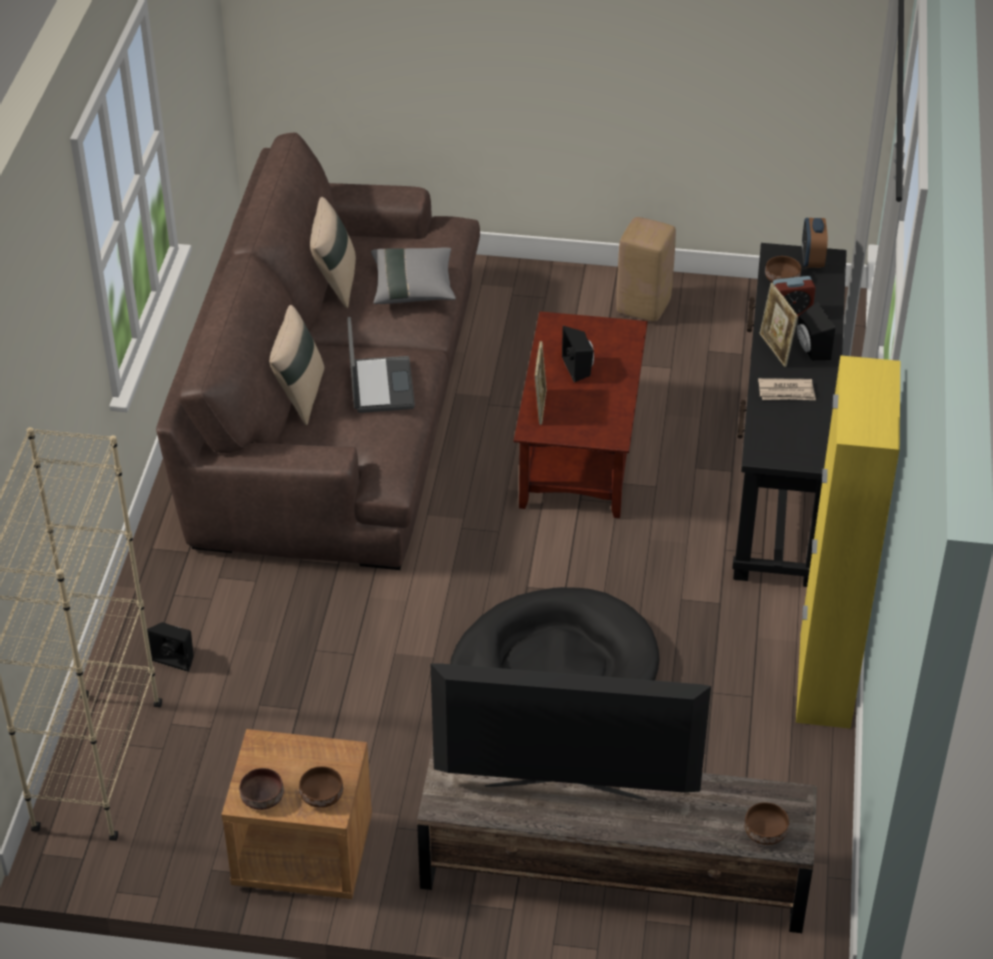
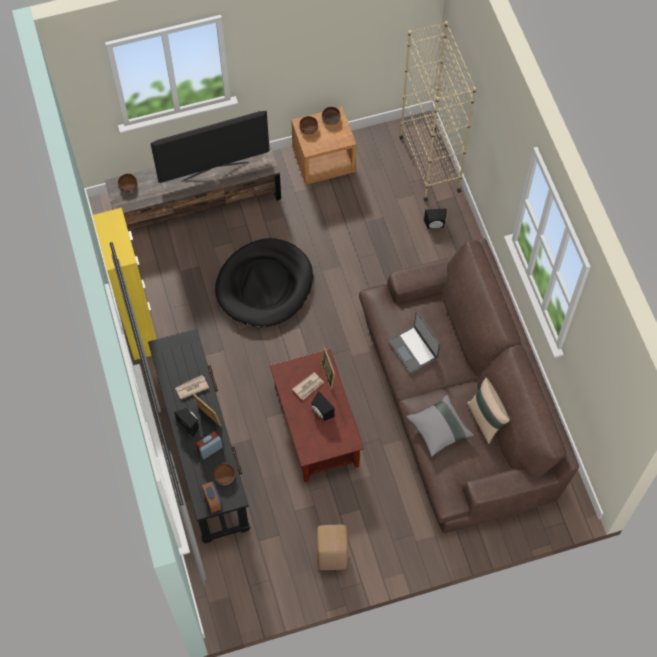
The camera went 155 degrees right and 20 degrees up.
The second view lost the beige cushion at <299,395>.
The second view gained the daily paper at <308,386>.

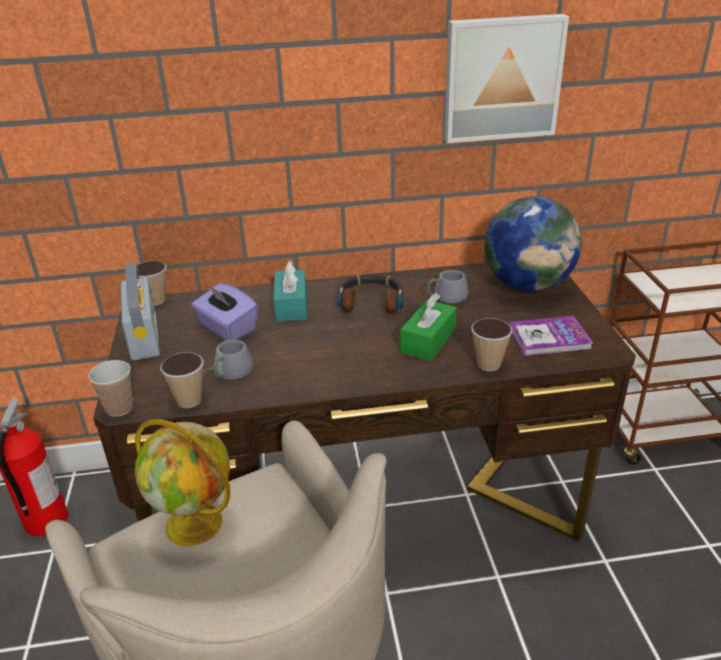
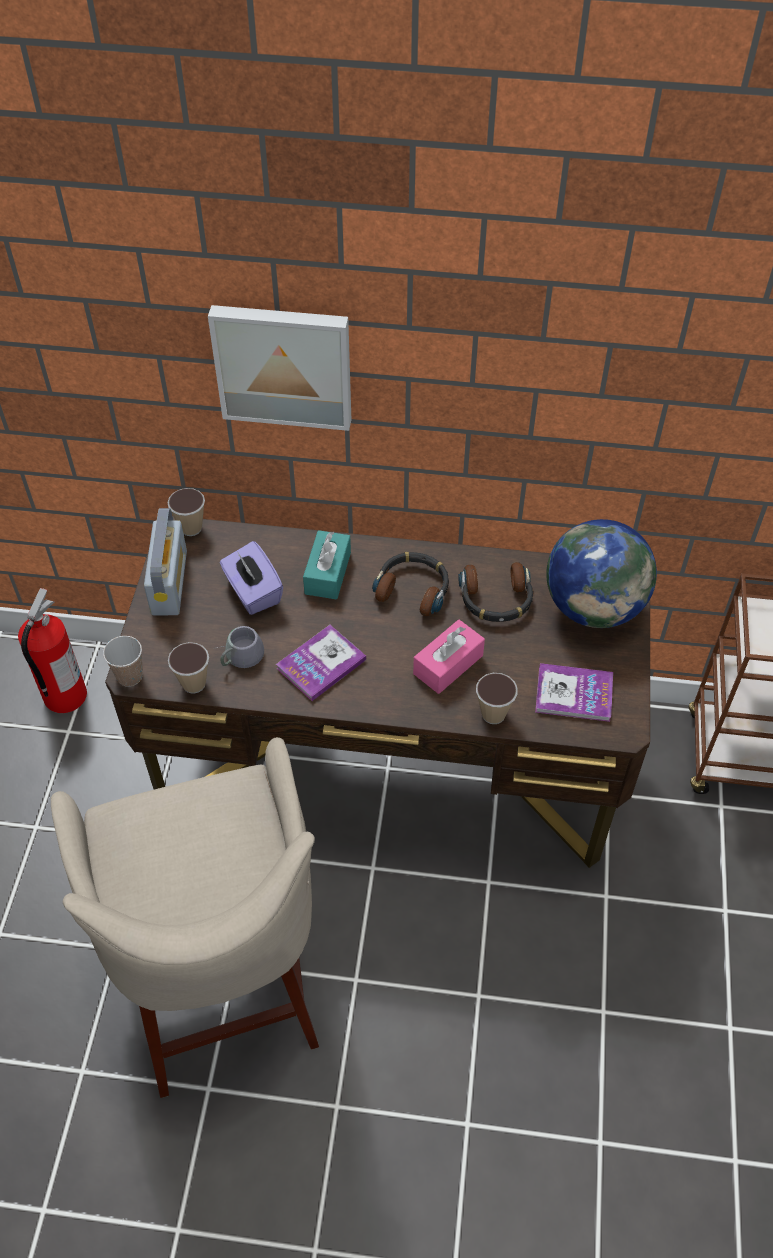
The camera went 15 degrees right and 20 degrees up.
The picture ended up elsewhere, having gone from <501,78> to <284,364>.
Where the greyish mug stood at <445,295>, the headphones came to stand at <496,599>.
What was the greenish tissue holder at <428,341> turned into the pink tissue holder at <448,664>.
The second view lost the world globe at <196,524>.
The second view gained the bound book at <321,664>.

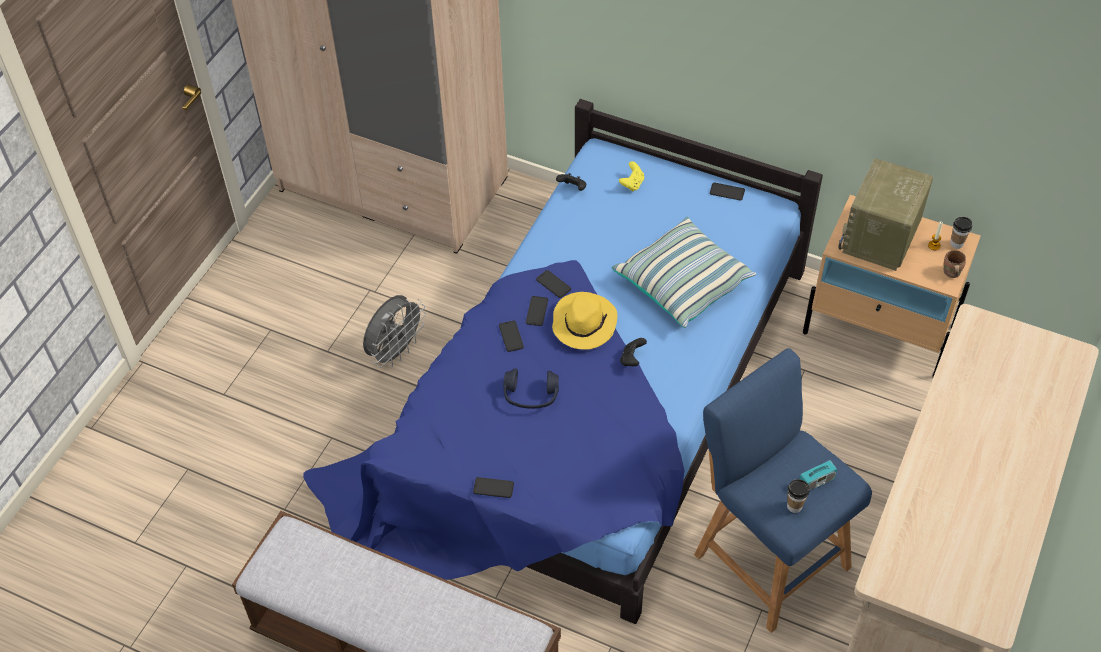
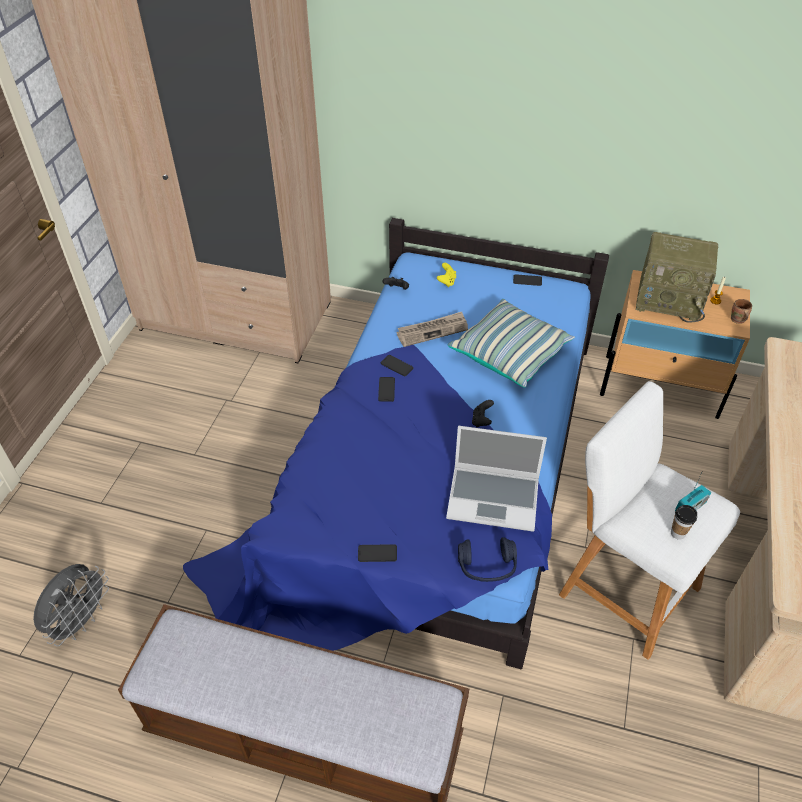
The camera went 10 degrees left and 5 degrees down.
The radio set at <880,239> ended up facing another way, 90 degrees counterclockwise from before.
The second view lost the cup at <956,243>.
The second view lost the yellow hat at <584,323>.
The greyish fan ended up elsewhere, having gone from <395,351> to <81,621>.
The second view lost the phone at <511,336>.
What was the blue stool at <766,555> turned into the whitish stool at <623,587>.
The blue headphones ended up elsewhere, having gone from <531,395> to <487,566>.
The second view gained the daily paper at <432,330>.
The second view gained the laptop at <494,498>.

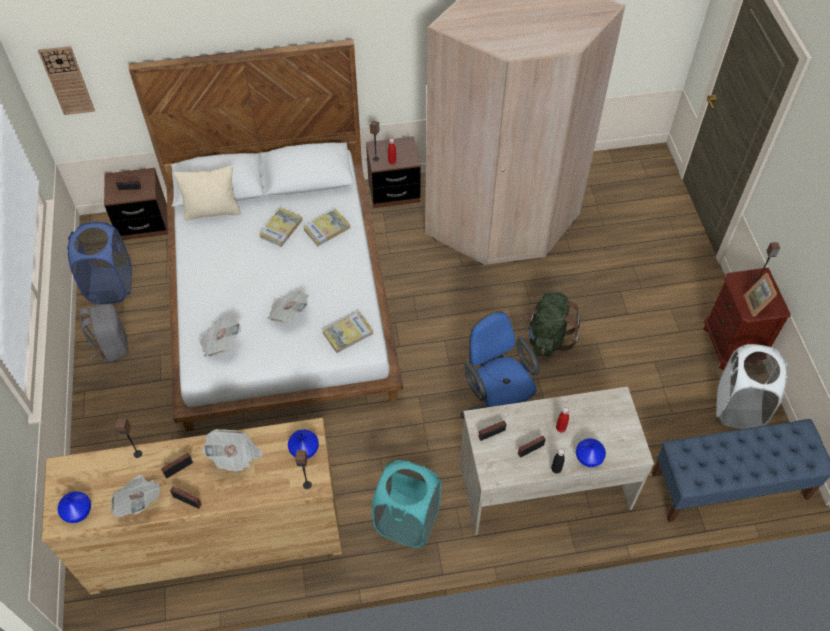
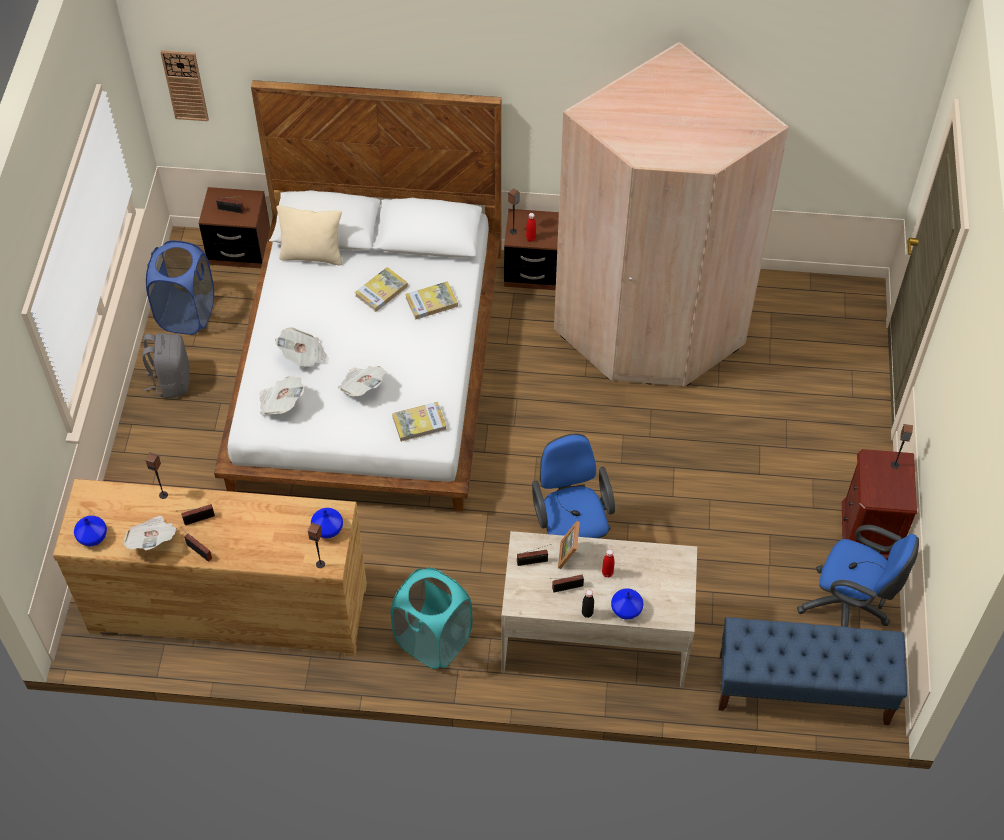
The camera went 15 degrees right and 0 degrees up.
The photo frame ended up elsewhere, having gone from <758,304> to <572,556>.
The second view lost the greenish knapsack at <547,337>.
Where the whitish laundry basket stood at <739,407>, the blue desk chair came to stand at <848,608>.
The daily paper ended up elsewhere, having gone from <235,456> to <304,356>.

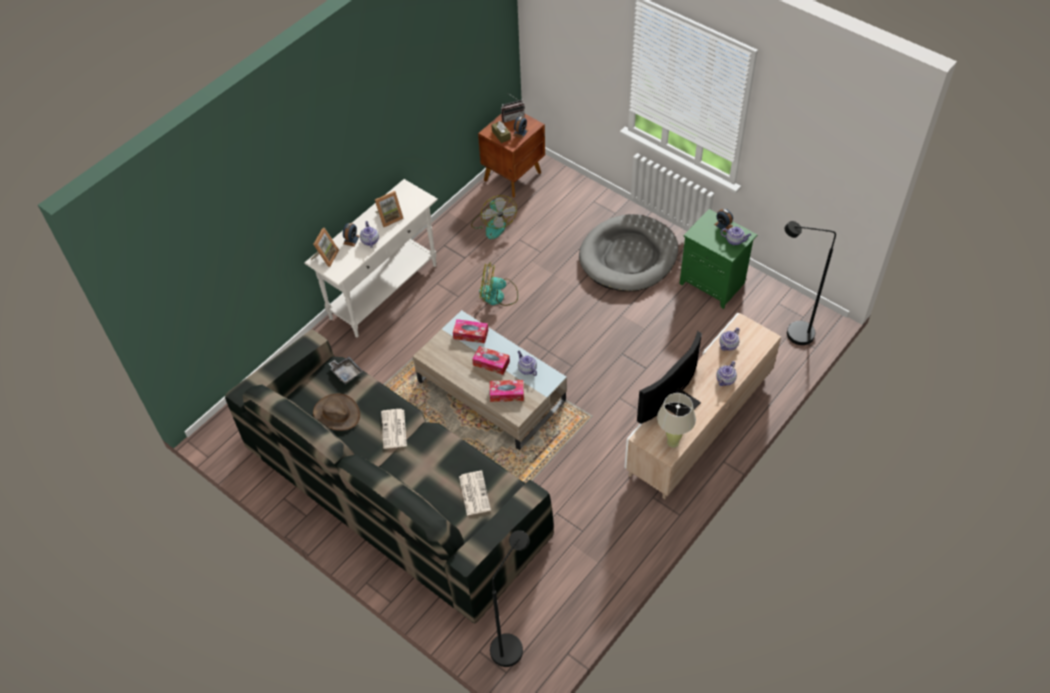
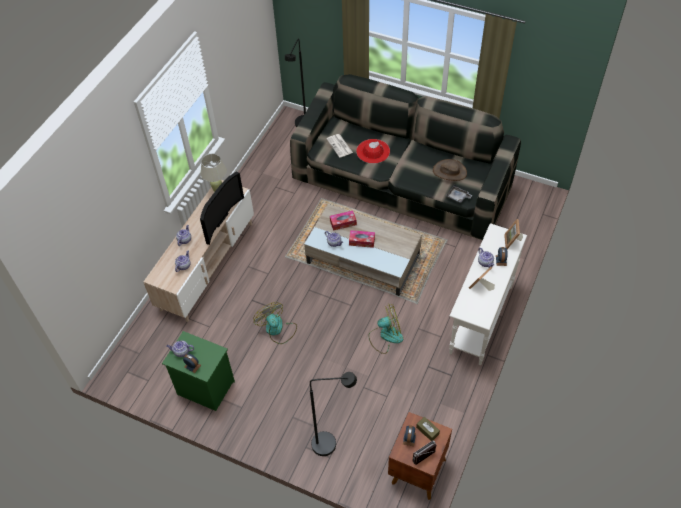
The camera went 165 degrees right and 0 degrees up.
The fan ended up elsewhere, having gone from <493,224> to <277,329>.
The second view lost the greyish pet bed at <628,256>.
The blackish standard lamp ended up elsewhere, having gone from <792,333> to <331,444>.
The second view lost the tissue holder at <471,334>.
The second view lost the daily paper at <394,429>.
The second view gained the red-coloured hat at <373,151>.

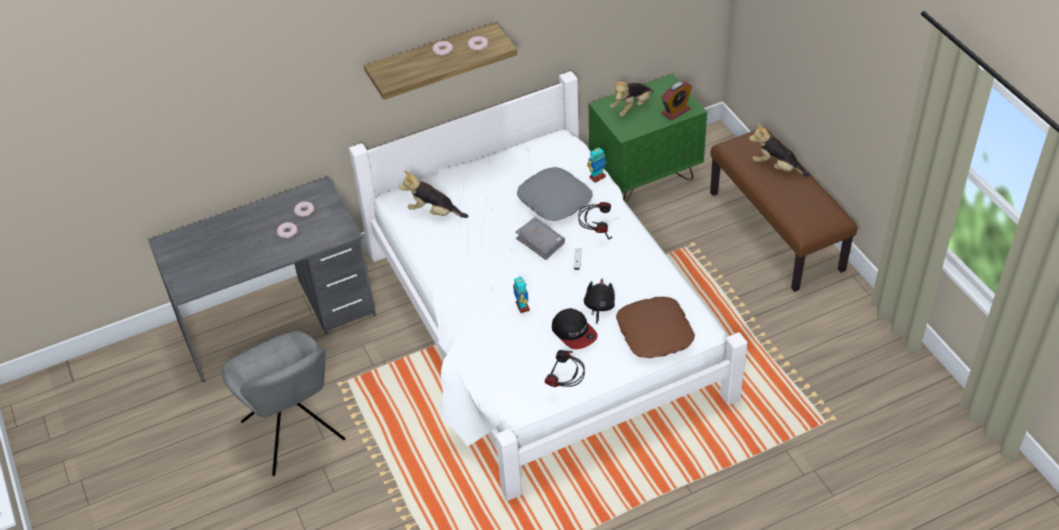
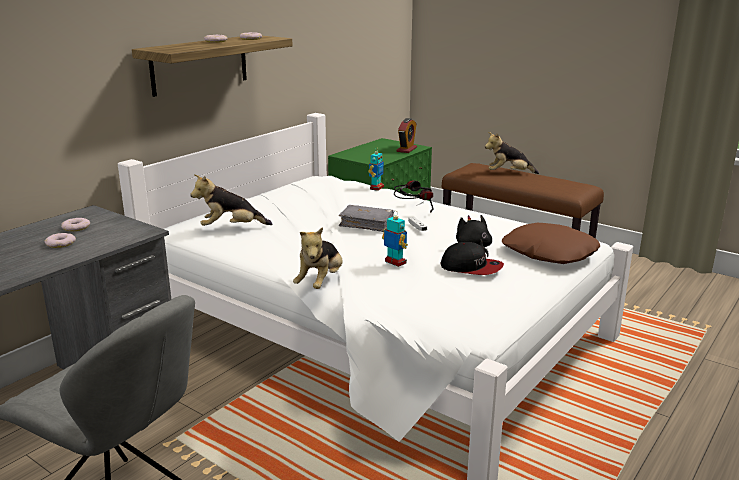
The camera went 30 degrees left and 25 degrees down.
The cuddly toy ended up elsewhere, having gone from <631,107> to <320,282>.
The second view lost the greyish cushion at <555,200>.
The second view lost the headphones at <565,384>.

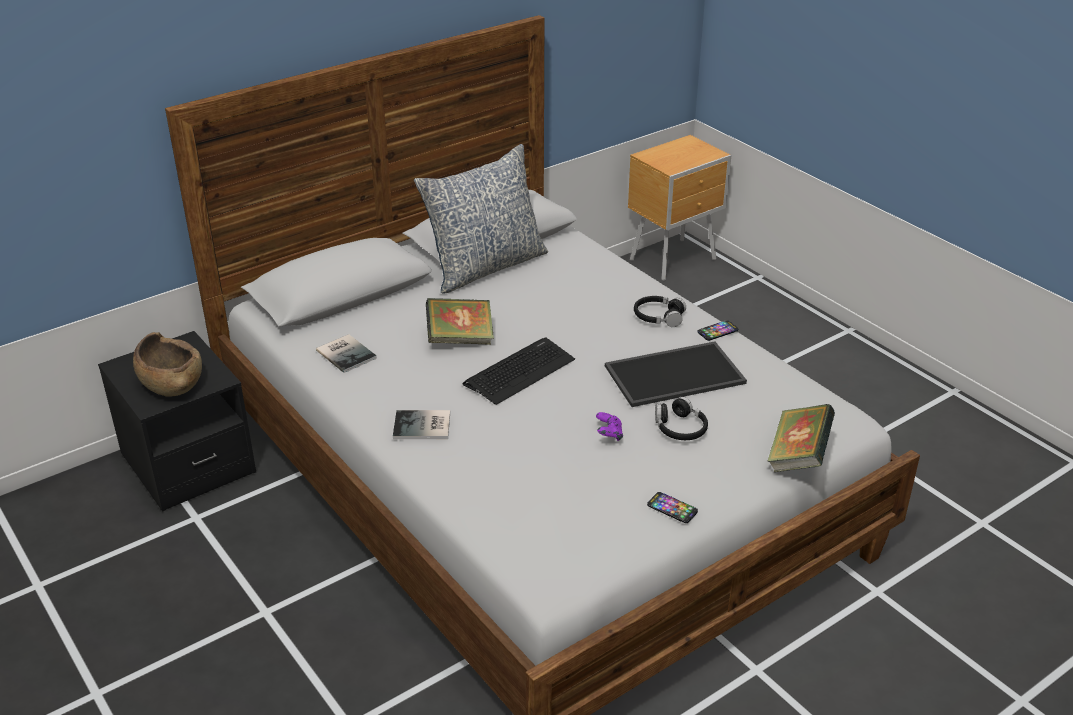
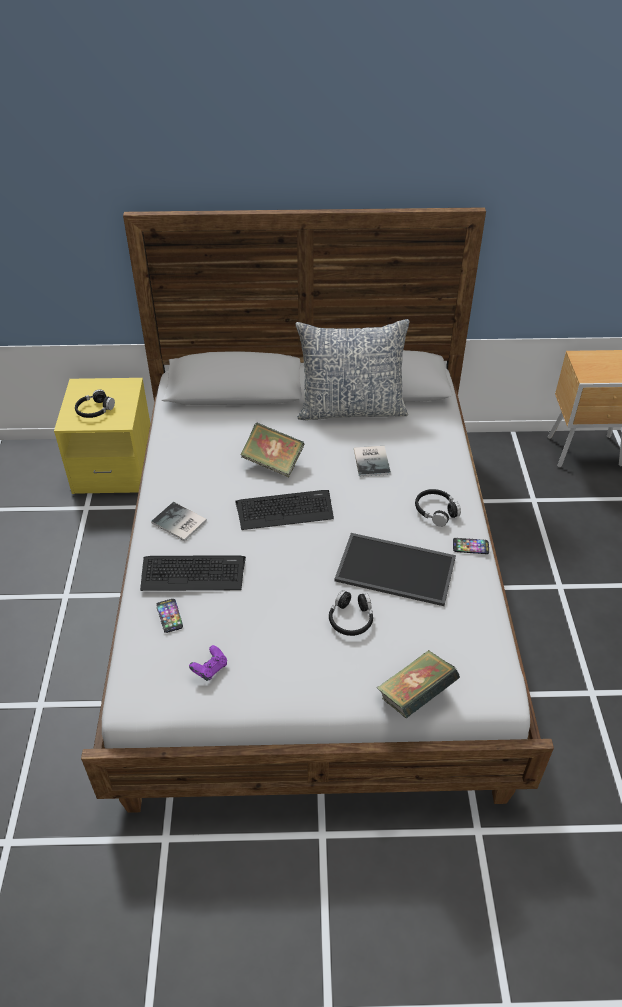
The camera went 35 degrees right and 10 degrees up.
What was the blackish bedside table at <188,464> turned into the yellow bedside table at <114,467>.
Where the brown-coloured deep dish stood at <171,381>, the blackish headphones came to stand at <95,410>.
The bound book ended up elsewhere, having gone from <347,353> to <373,461>.
The purple joypad ended up elsewhere, having gone from <609,435> to <210,669>.
The phone ended up elsewhere, having gone from <672,508> to <169,616>.
The second view gained the keyboard at <193,573>.

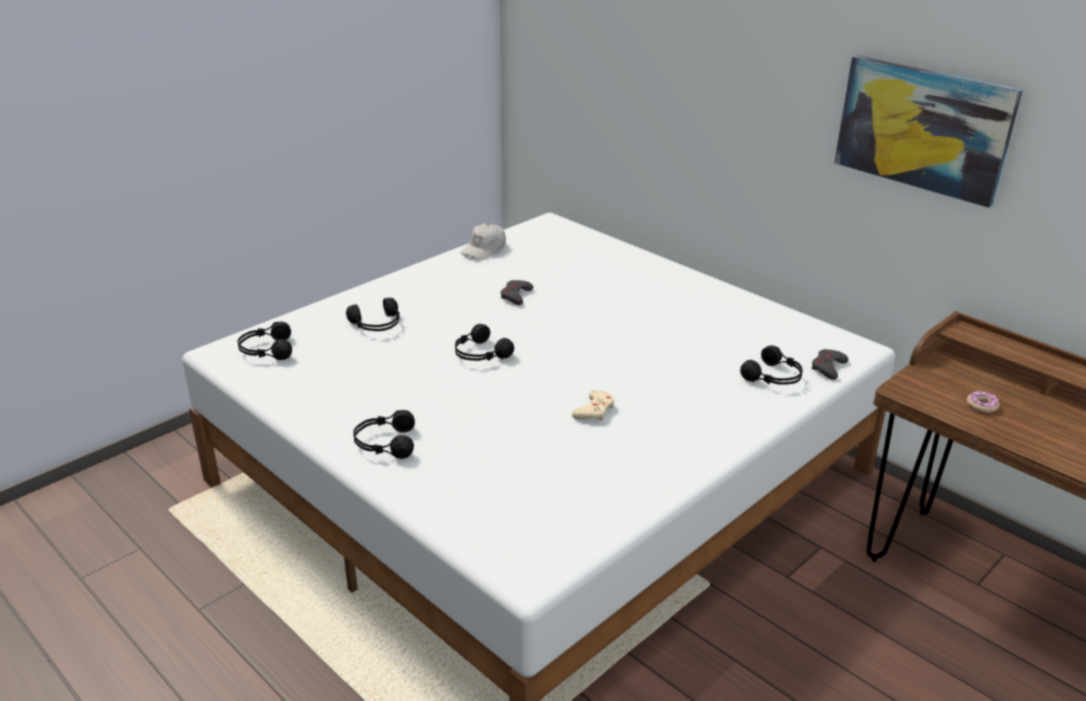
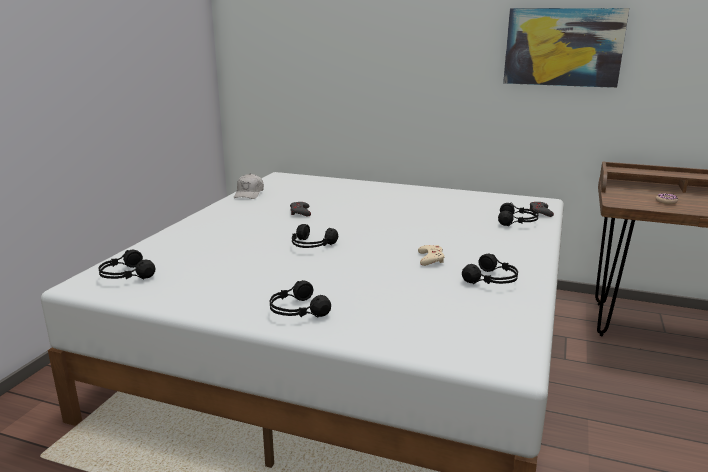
The camera went 25 degrees left and 10 degrees down.
The blackish headphones ended up elsewhere, having gone from <377,325> to <492,280>.

